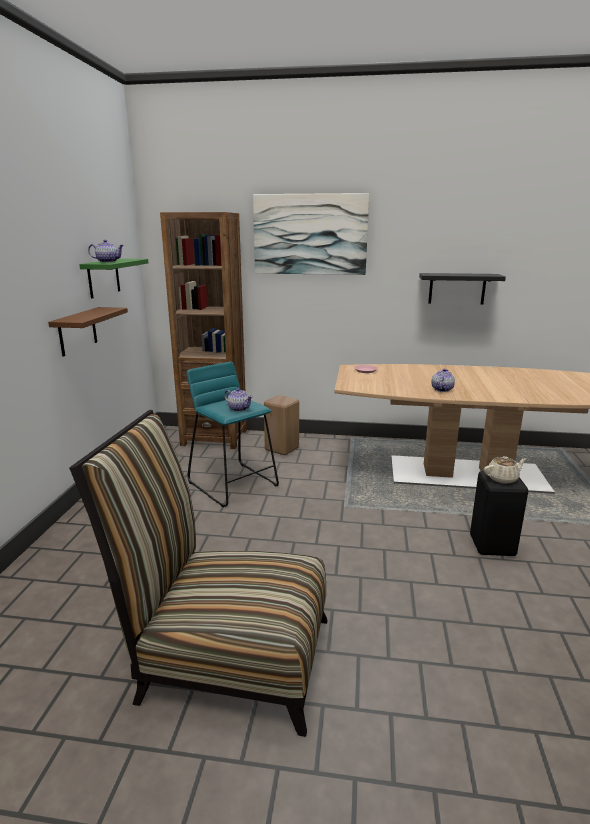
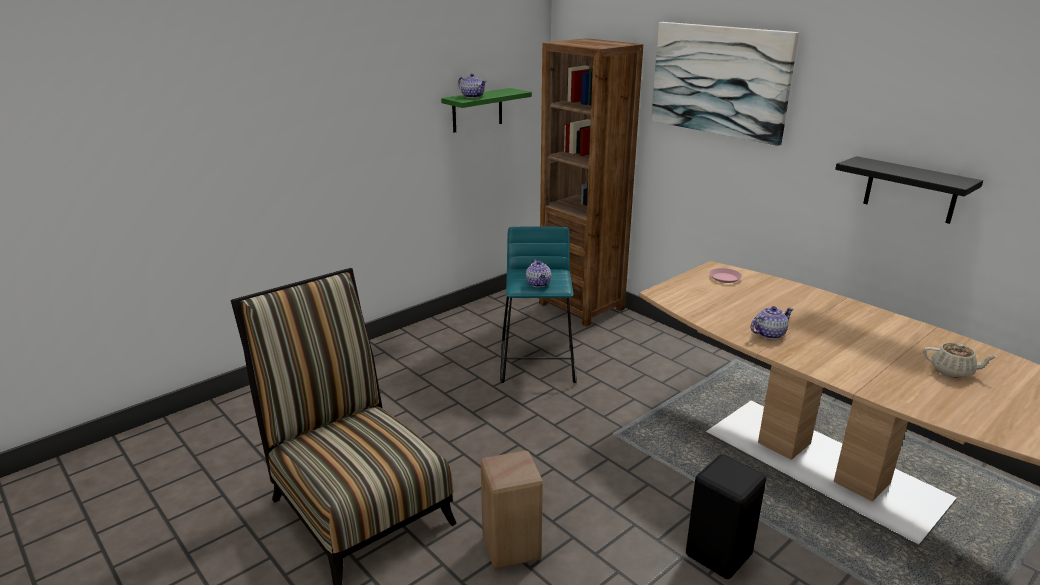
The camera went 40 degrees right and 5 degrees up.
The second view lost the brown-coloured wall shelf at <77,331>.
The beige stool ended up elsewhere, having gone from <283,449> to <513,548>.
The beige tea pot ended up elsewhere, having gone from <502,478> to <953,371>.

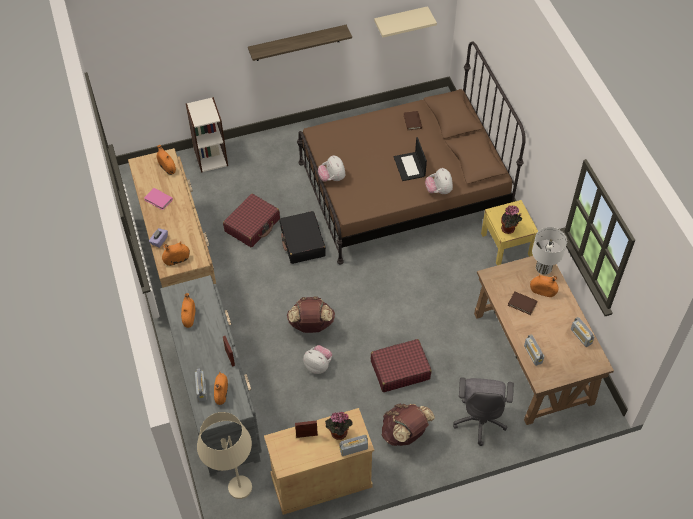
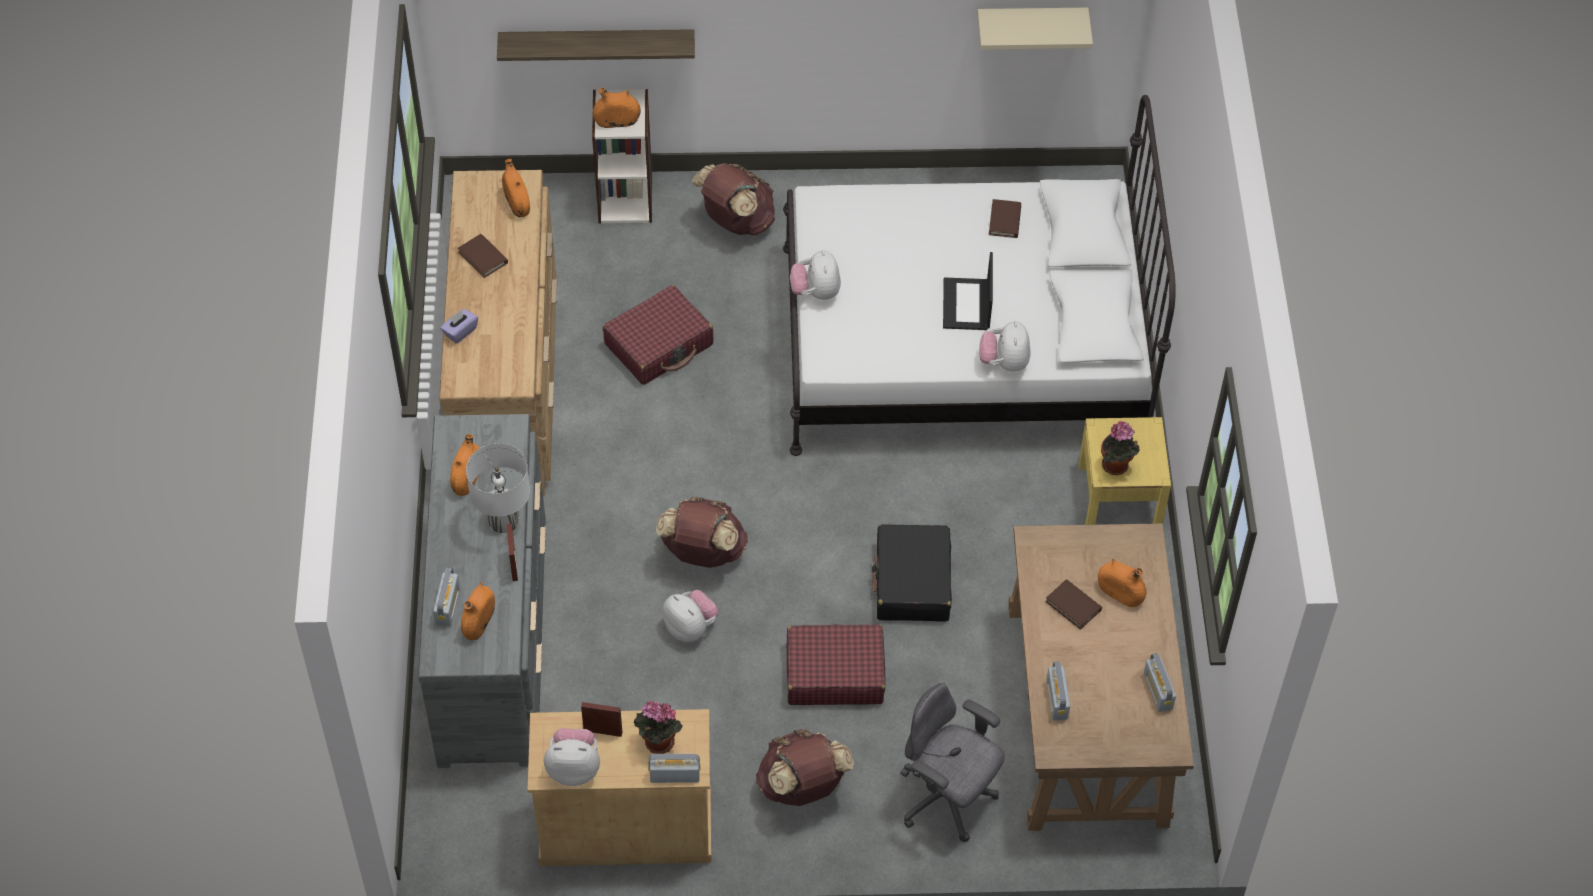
The camera went 15 degrees right and 0 degrees up.
The wall shelf ended up elsewhere, having gone from <297,43> to <597,44>.
What was the brown-coloured sleeping bed at <403,190> turned into the whitish sleeping bed at <962,345>.
What was the pink bound book at <158,199> turned into the brown-coloured bound book at <483,257>.
The blackish piece of luggage ended up elsewhere, having gone from <302,242> to <912,582>.
The whitish tabletop lamp ended up elsewhere, having gone from <544,267> to <503,520>.
The orangey vase ended up elsewhere, having gone from <177,260> to <617,122>.
The greyish desk chair at <480,420> ended up facing another way, 105 degrees clockwise from before.
The second view lost the beige standard lamp at <237,500>.
The second view gained the brown-coloured knapsack at <736,221>.
The second view gained the cuddly toy at <574,768>.

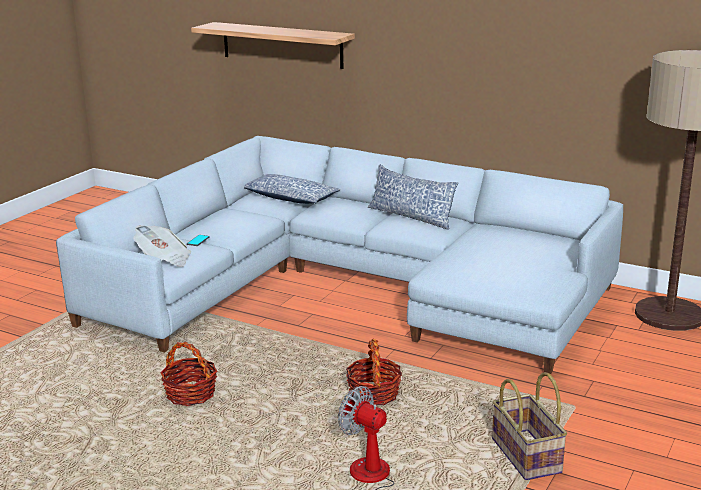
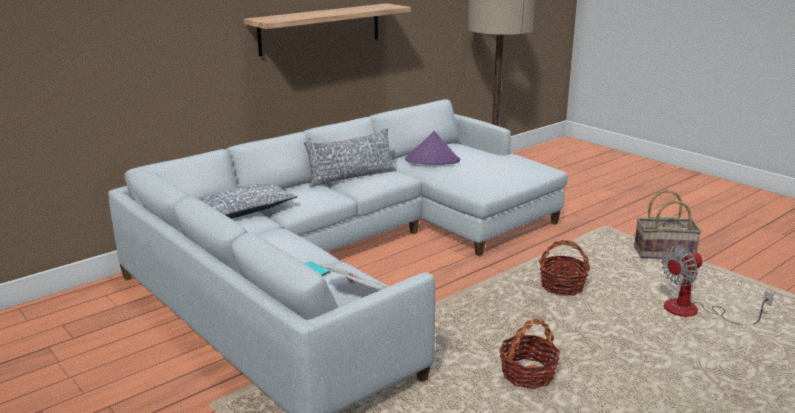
The camera went 70 degrees left and 0 degrees up.
The wall shelf ended up elsewhere, having gone from <282,45> to <320,28>.
The second view gained the purple hat at <432,160>.

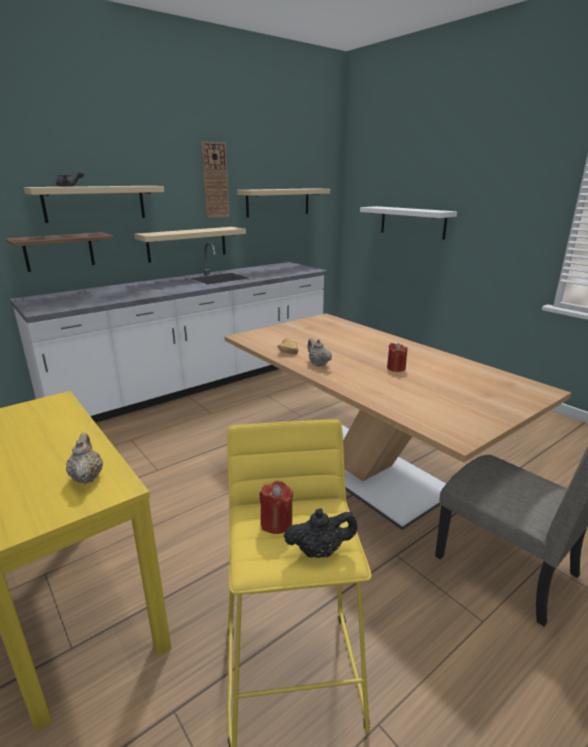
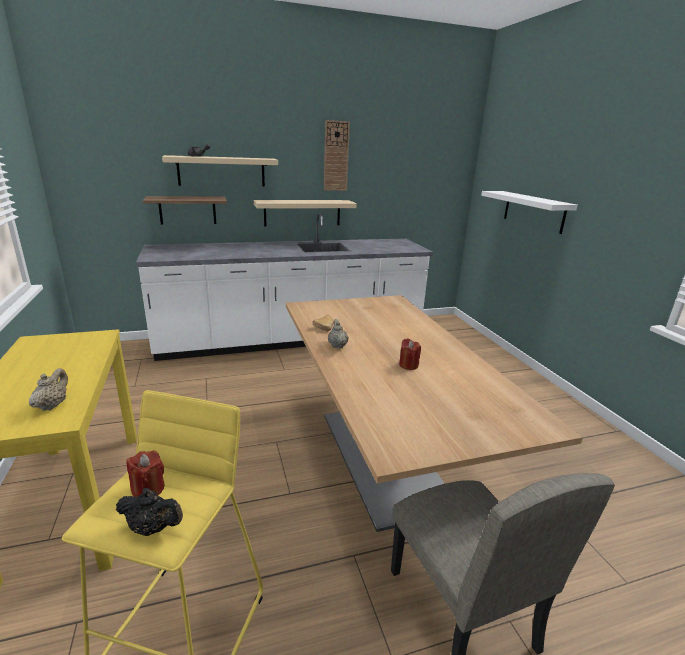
The camera went 20 degrees right and 0 degrees up.
The second view lost the beige wall shelf at <278,202>.

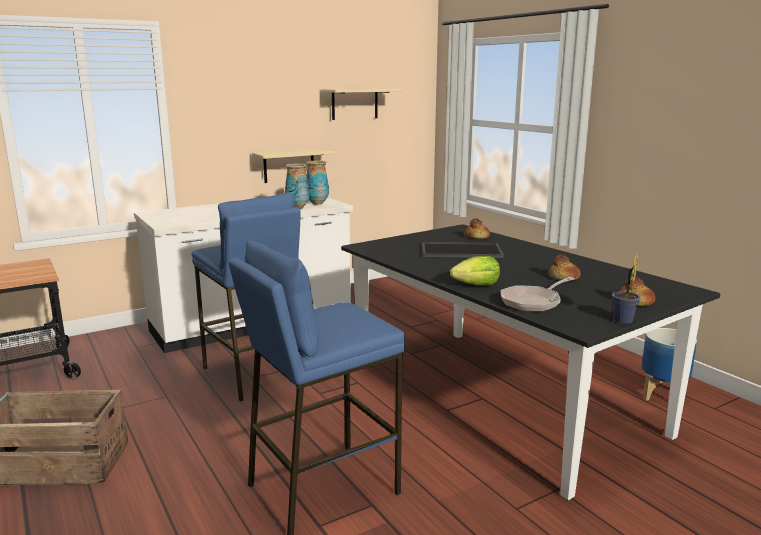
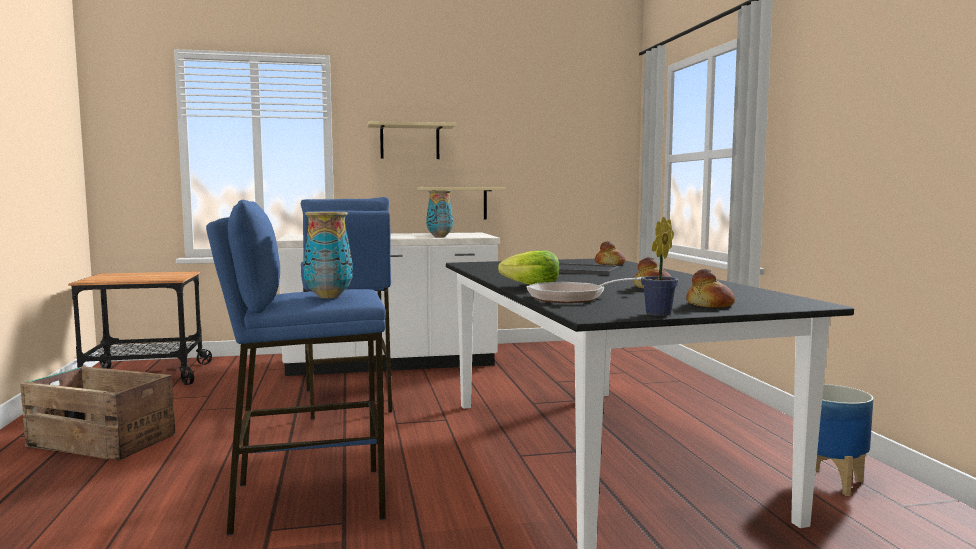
The camera went 20 degrees right and 10 degrees down.
The beige wall shelf ended up elsewhere, having gone from <354,104> to <410,142>.
The vase ended up elsewhere, having gone from <317,203> to <328,296>.

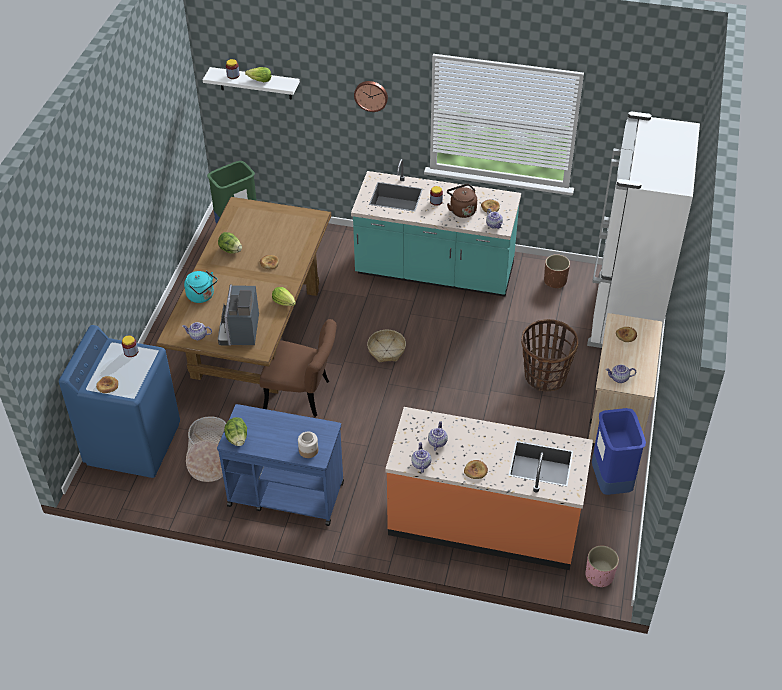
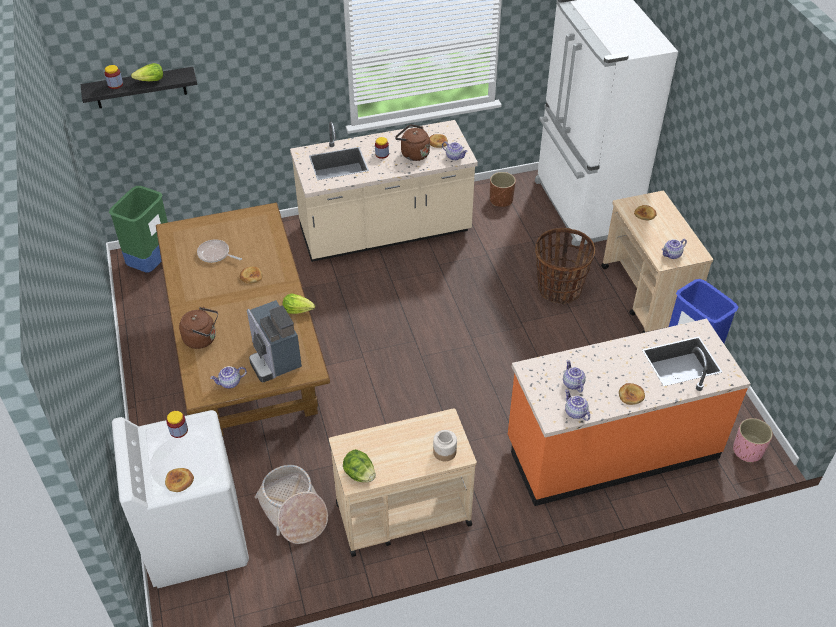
The camera went 30 degrees left and 0 degrees up.
What was the whitish wall shelf at <255,83> turned into the blackish wall shelf at <140,88>.
The second view lost the hanging clock at <371,95>.
What was the turquoise-coloured kitchen base unit at <434,272> turned into the beige kitchen base unit at <385,232>.
The second view lost the lettuce head at <230,250>.
What was the turquoise-coloured tea kettle at <202,296> turned into the brown-coloured tea kettle at <202,339>.
The second view lost the brown-coloured chair at <303,396>.
What was the blue laundry appliance at <133,443> turned into the whitish laundry appliance at <196,538>.
The second view lost the basket at <386,350>.
What was the blue cart at <285,494> turned into the beige cart at <402,514>.
The second view gained the skillet at <215,254>.

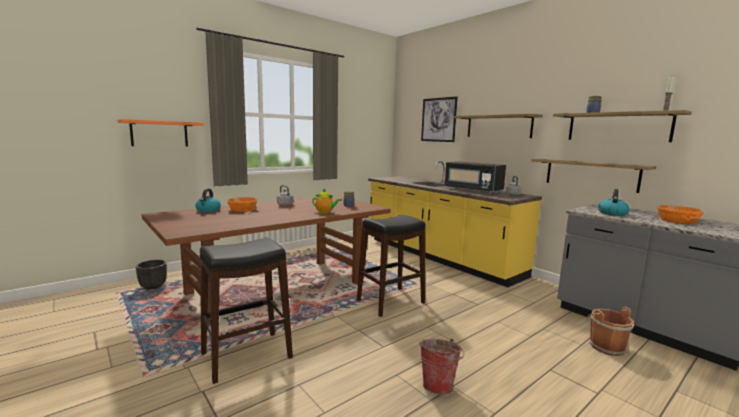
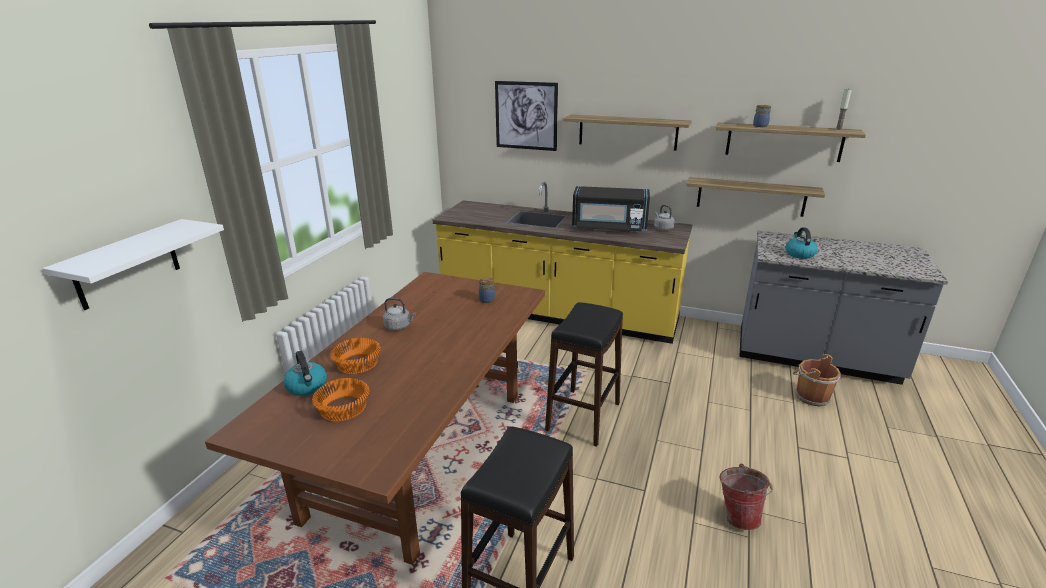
The camera went 30 degrees left and 15 degrees up.
What was the orangey wall shelf at <159,133> turned into the whitish wall shelf at <127,264>.
The second view lost the tea pot at <325,212>.
The orangey deep dish ended up elsewhere, having gone from <676,221> to <342,408>.
The second view lost the blackish plant pot at <153,286>.

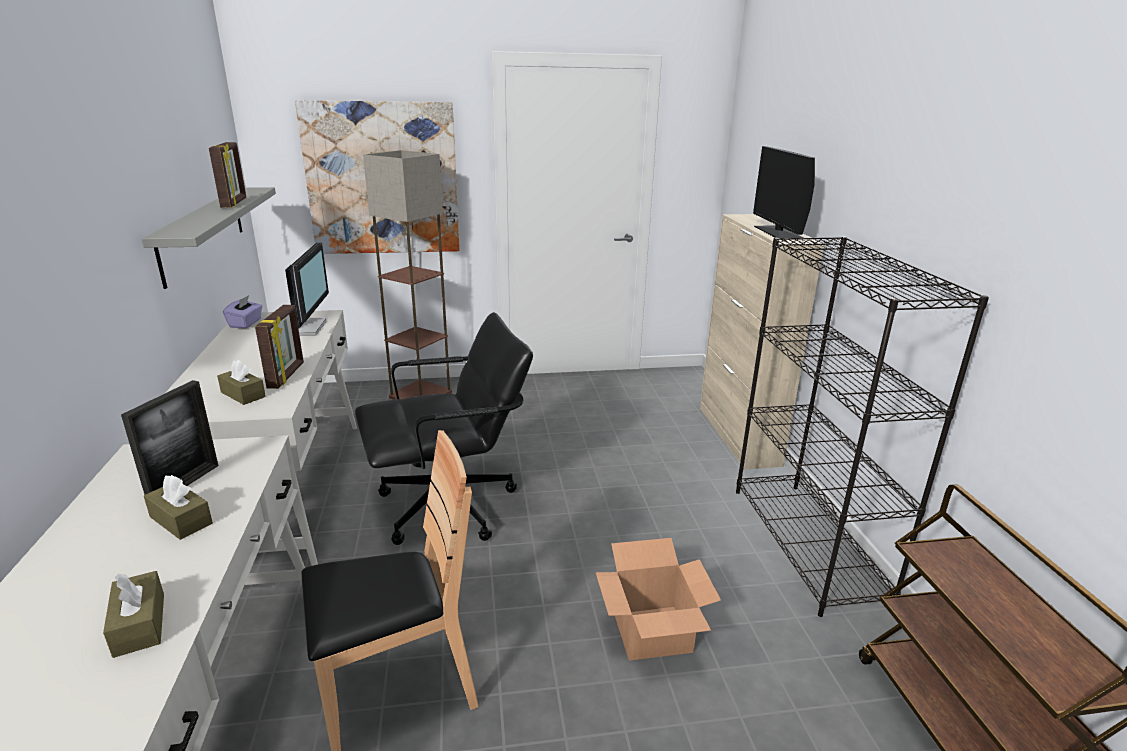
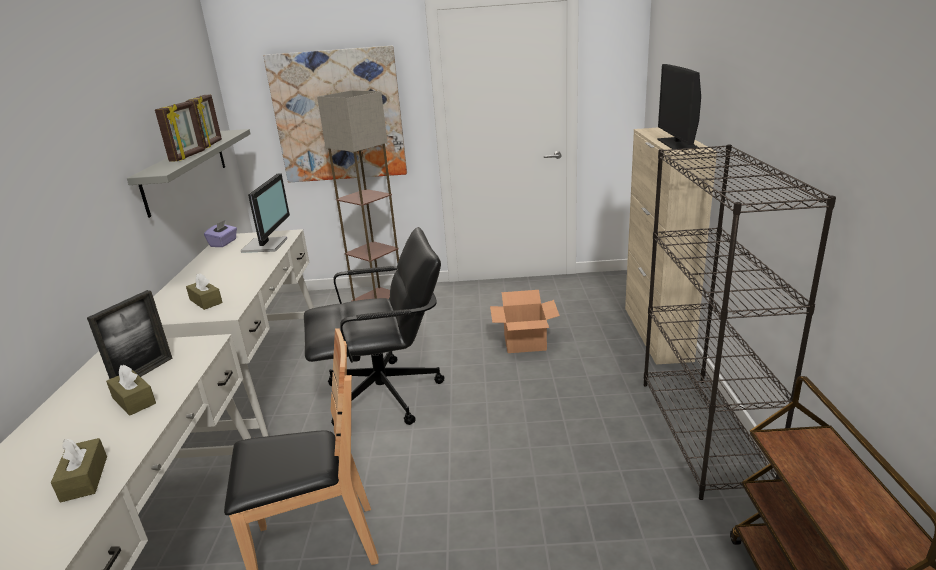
The camera went 10 degrees right and 0 degrees up.
The photo frame ended up elsewhere, having gone from <287,376> to <188,156>.
The cardboard box ended up elsewhere, having gone from <653,632> to <525,342>.

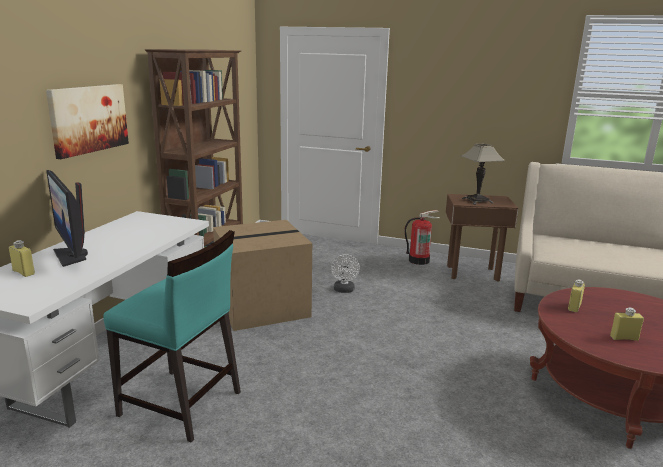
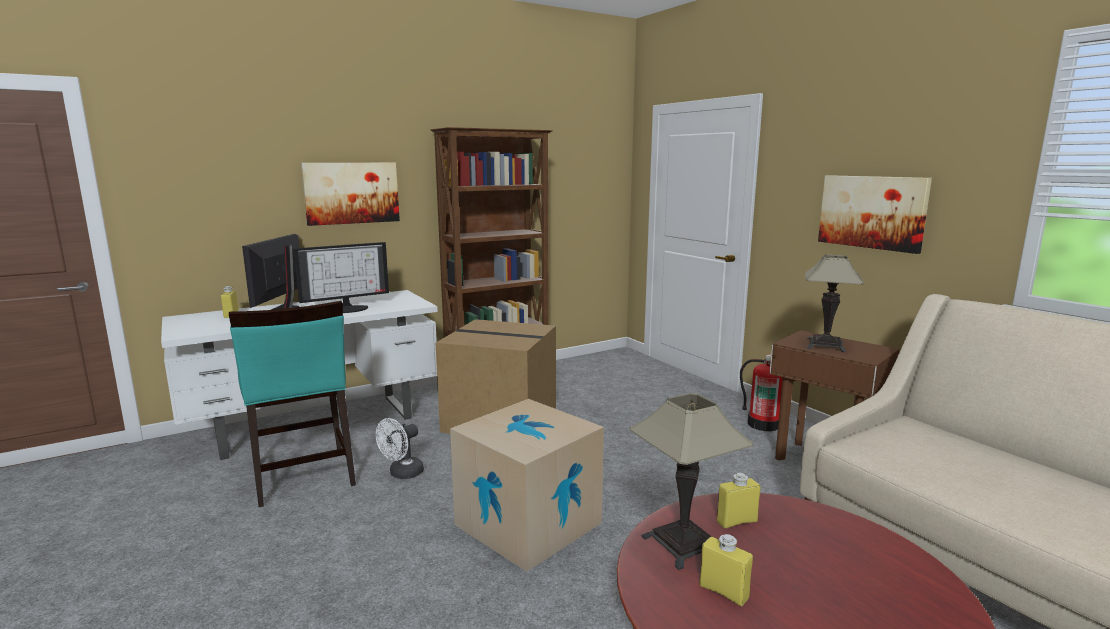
The camera went 40 degrees right and 5 degrees down.
The whitish fan ended up elsewhere, having gone from <344,290> to <402,474>.
The second view gained the picture at <872,212>.
The second view gained the computer screen at <349,308>.
The second view gained the tabletop lamp at <683,544>.
The second view gained the cardboard box at <528,523>.

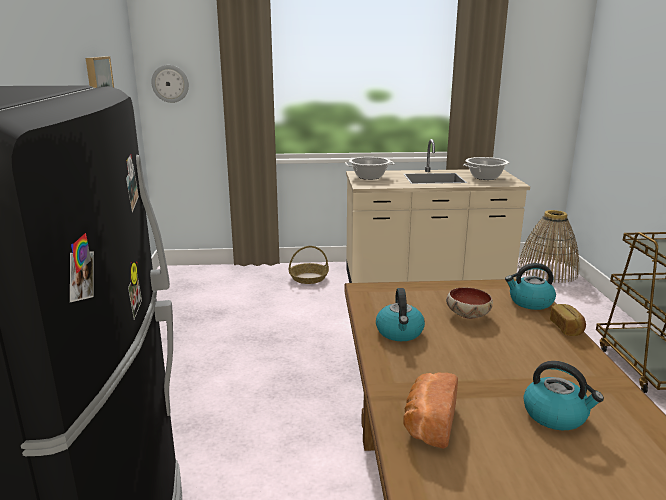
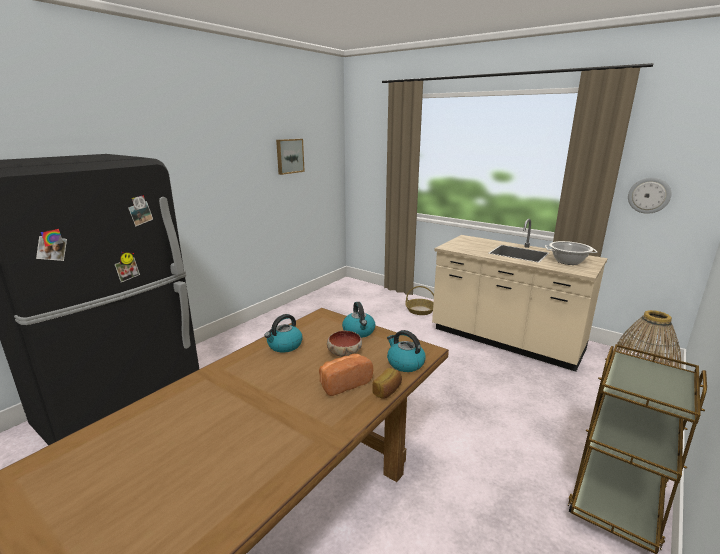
The camera went 40 degrees right and 0 degrees up.
The hanging clock ended up elsewhere, having gone from <170,83> to <649,195>.
The second view lost the saucepot at <369,177>.
The tea kettle ended up elsewhere, having gone from <556,415> to <359,332>.
The baked bread ended up elsewhere, having gone from <428,423> to <343,383>.

